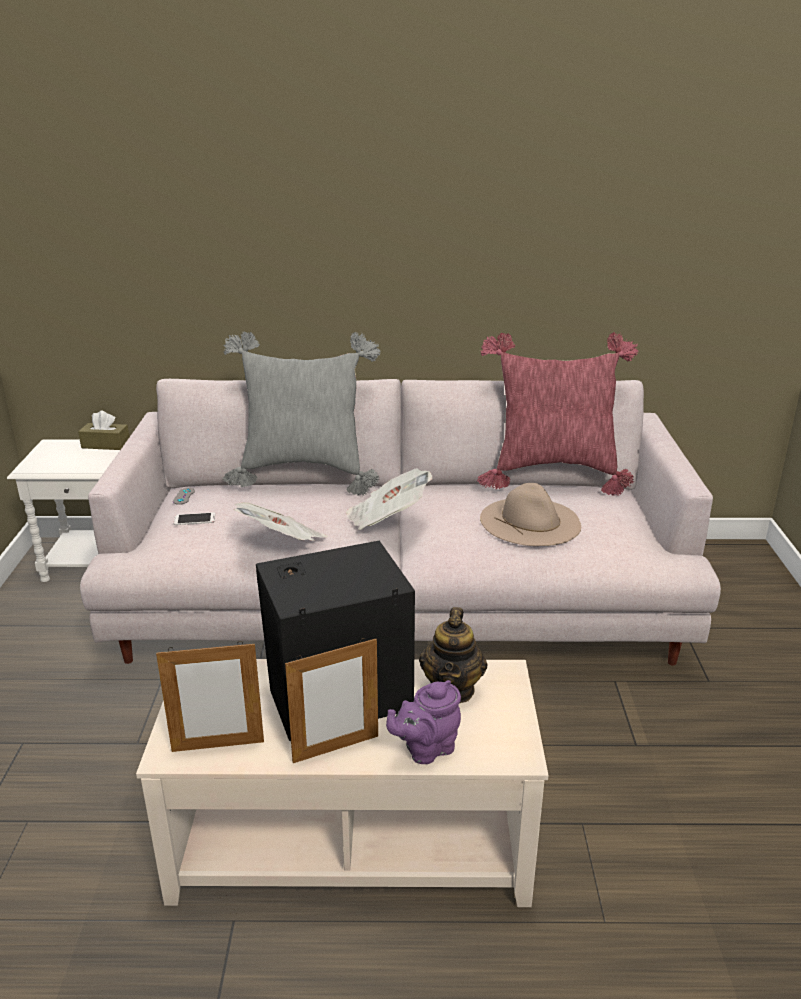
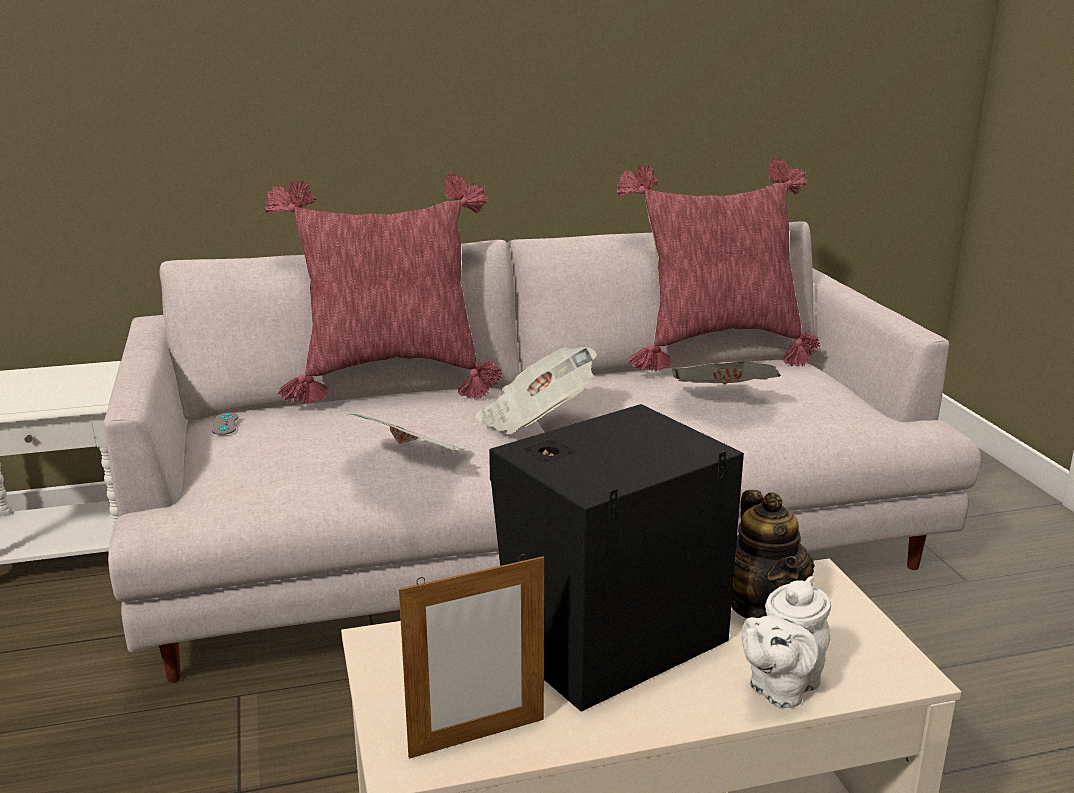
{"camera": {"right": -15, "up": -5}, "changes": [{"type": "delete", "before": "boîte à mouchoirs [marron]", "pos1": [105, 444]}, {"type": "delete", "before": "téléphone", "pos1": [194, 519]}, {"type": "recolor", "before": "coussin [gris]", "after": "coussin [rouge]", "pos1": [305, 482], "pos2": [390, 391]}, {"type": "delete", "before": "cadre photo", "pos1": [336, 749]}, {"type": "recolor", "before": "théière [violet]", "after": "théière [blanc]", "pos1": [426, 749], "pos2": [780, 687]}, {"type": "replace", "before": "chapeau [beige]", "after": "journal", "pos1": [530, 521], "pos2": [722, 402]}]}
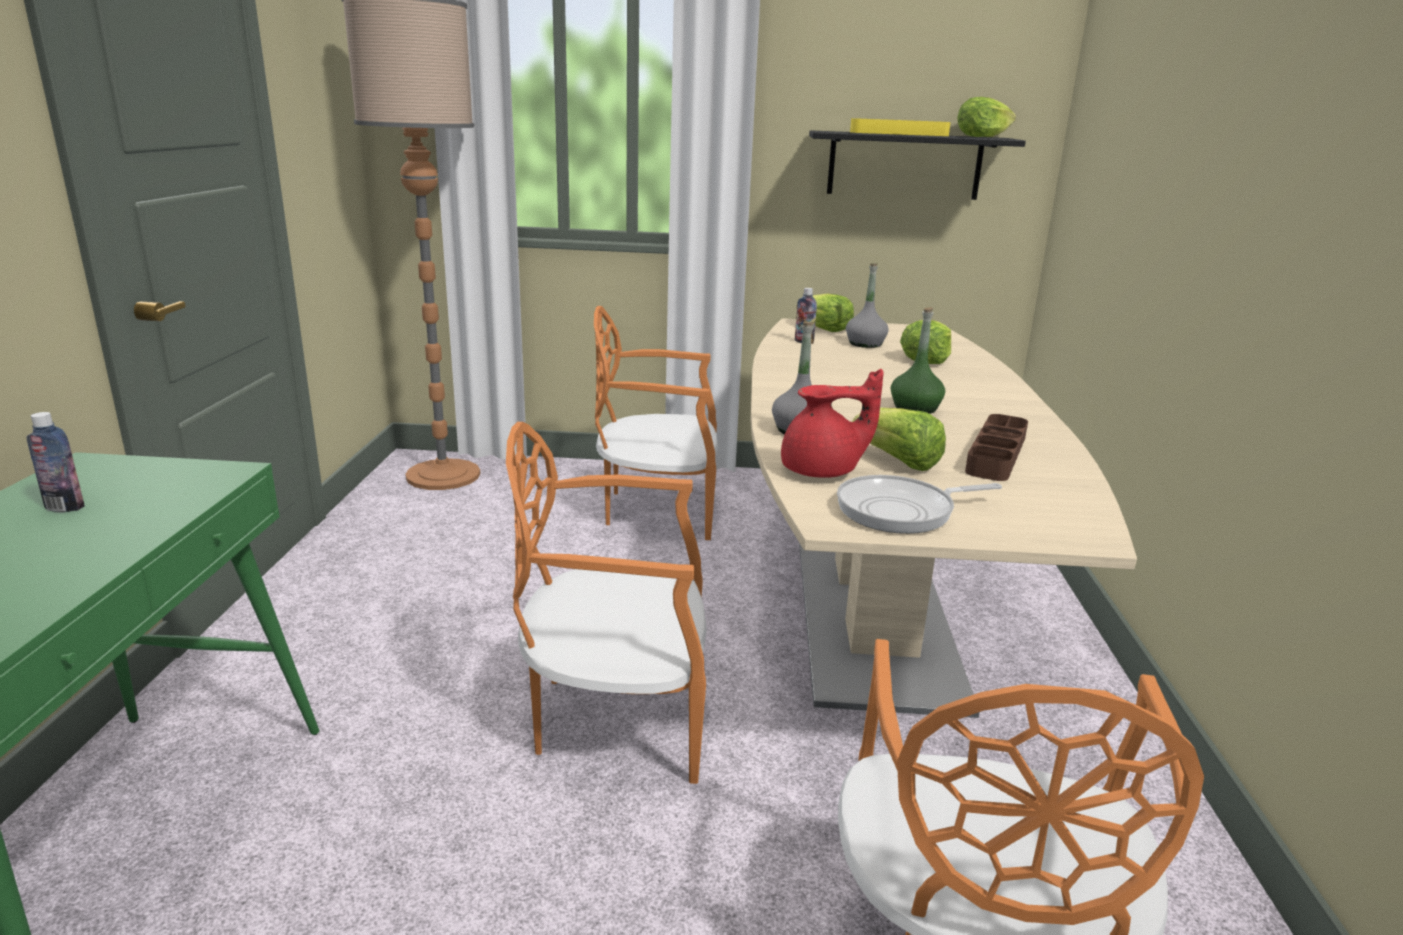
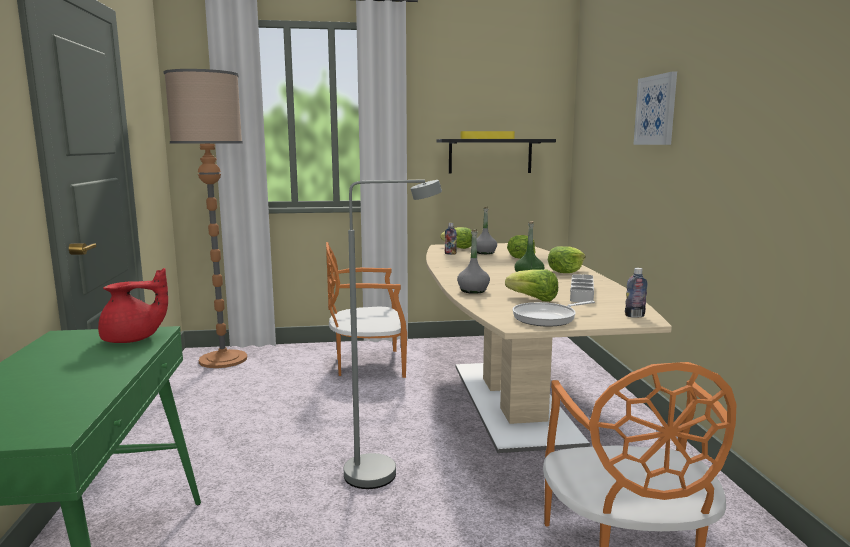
{"camera": {"right": -10, "up": -10}, "changes": [{"type": "move", "before": "bouteille", "pos1": [64, 507], "pos2": [634, 316]}, {"type": "replace", "before": "chaise [orange]", "after": "lampadaire [gris]", "pos1": [616, 716], "pos2": [384, 472]}, {"type": "move", "before": "théière [rouge]", "pos1": [823, 471], "pos2": [133, 339]}, {"type": "move", "before": "laitue", "pos1": [982, 137], "pos2": [565, 271]}, {"type": "recolor", "before": "plateau [marron]", "after": "plateau [gris]", "pos1": [996, 454], "pos2": [581, 292]}, {"type": "insert", "after": "tableau", "pos2": [656, 110]}]}
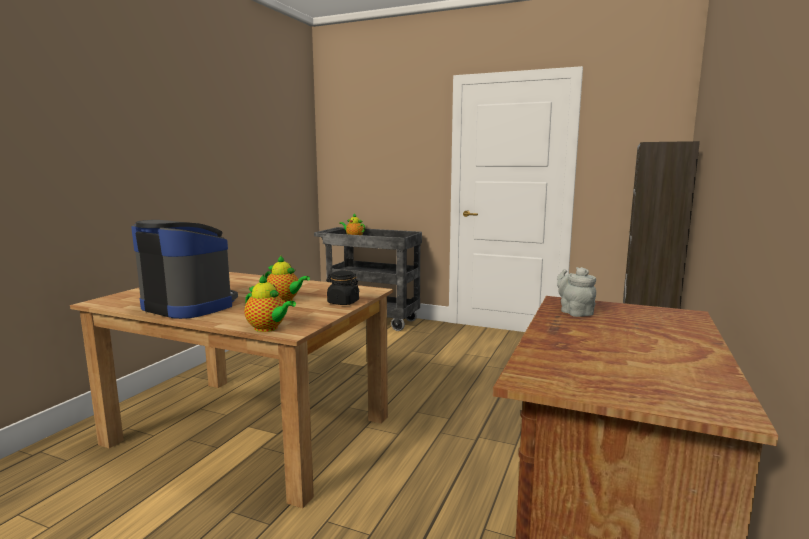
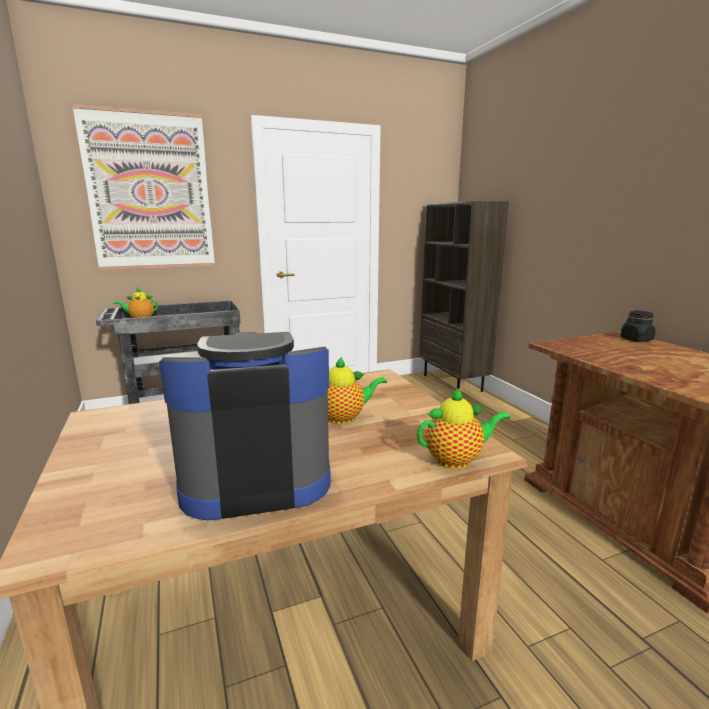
{"camera": {"right": -45, "up": 5}, "changes": [{"type": "move", "before": "bocal [noir]", "pos1": [343, 302], "pos2": [636, 339]}, {"type": "delete", "before": "théière [gris]", "pos1": [574, 312]}, {"type": "insert", "after": "tableau", "pos2": [150, 192]}]}
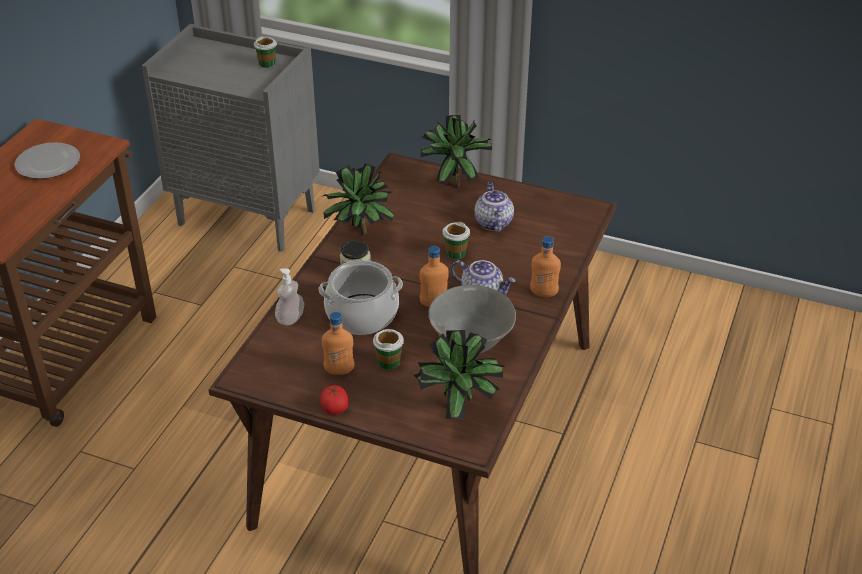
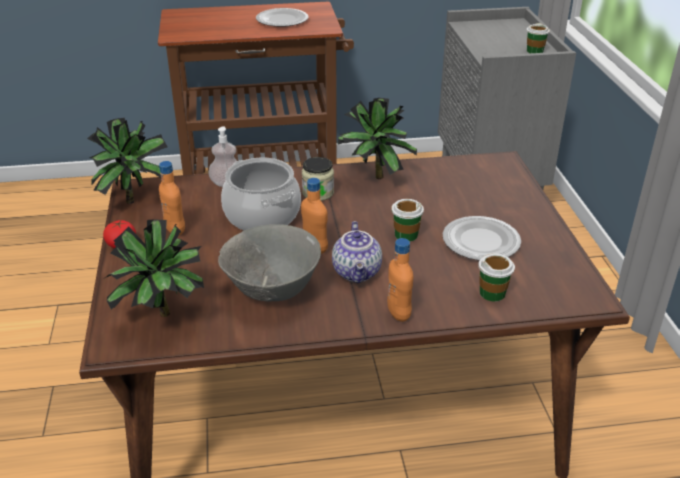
{"camera": {"right": 60, "up": -5}, "changes": [{"type": "move", "before": "tasse", "pos1": [388, 362], "pos2": [492, 293]}, {"type": "move", "before": "plante en pot", "pos1": [453, 182], "pos2": [134, 199]}, {"type": "replace", "before": "théière", "after": "assiette", "pos1": [493, 222], "pos2": [481, 241]}]}
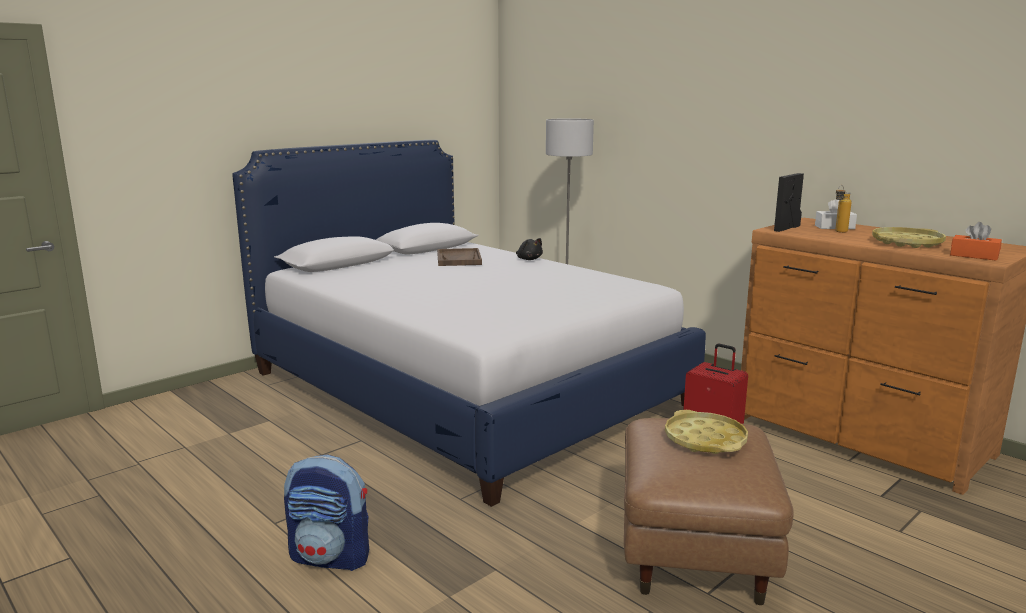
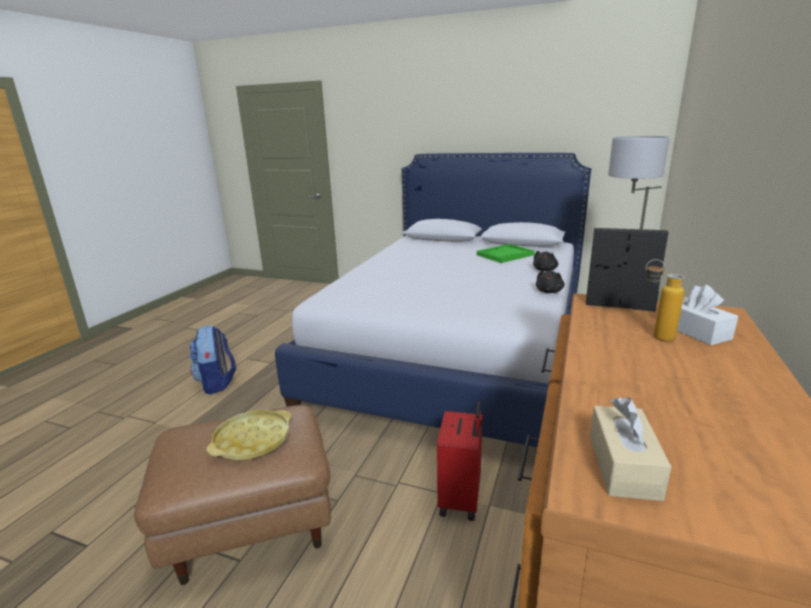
{"camera": {"right": 65, "up": 5}, "changes": [{"type": "recolor", "before": "plateau [marron]", "after": "plateau [vert]", "pos1": [459, 259], "pos2": [505, 255]}, {"type": "delete", "before": "plateau [jaune]", "pos1": [907, 243]}, {"type": "recolor", "before": "boîte à mouchoirs [orange]", "after": "boîte à mouchoirs [beige]", "pos1": [974, 256], "pos2": [623, 465]}, {"type": "insert", "after": "peluche [noir]", "pos2": [549, 291]}]}
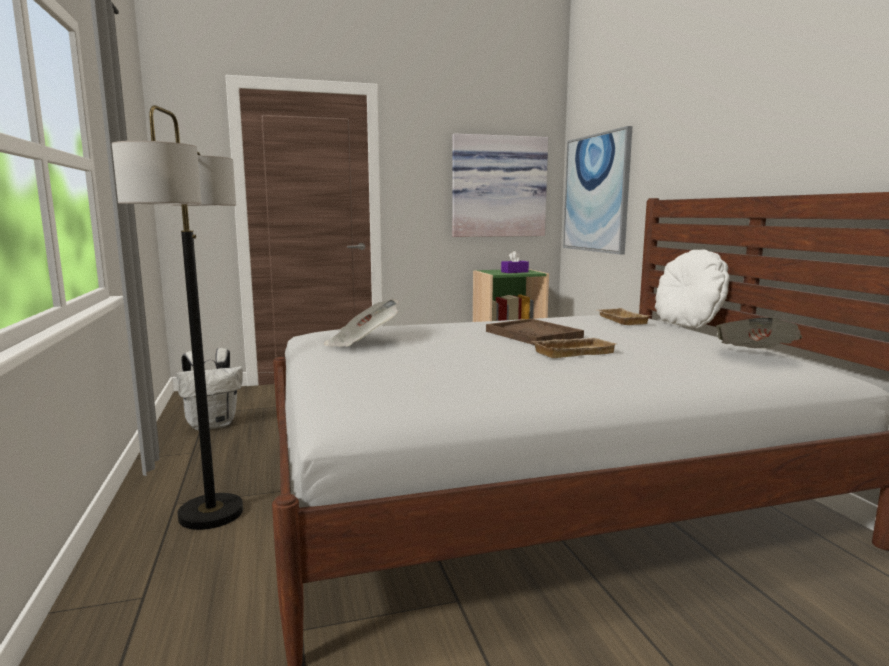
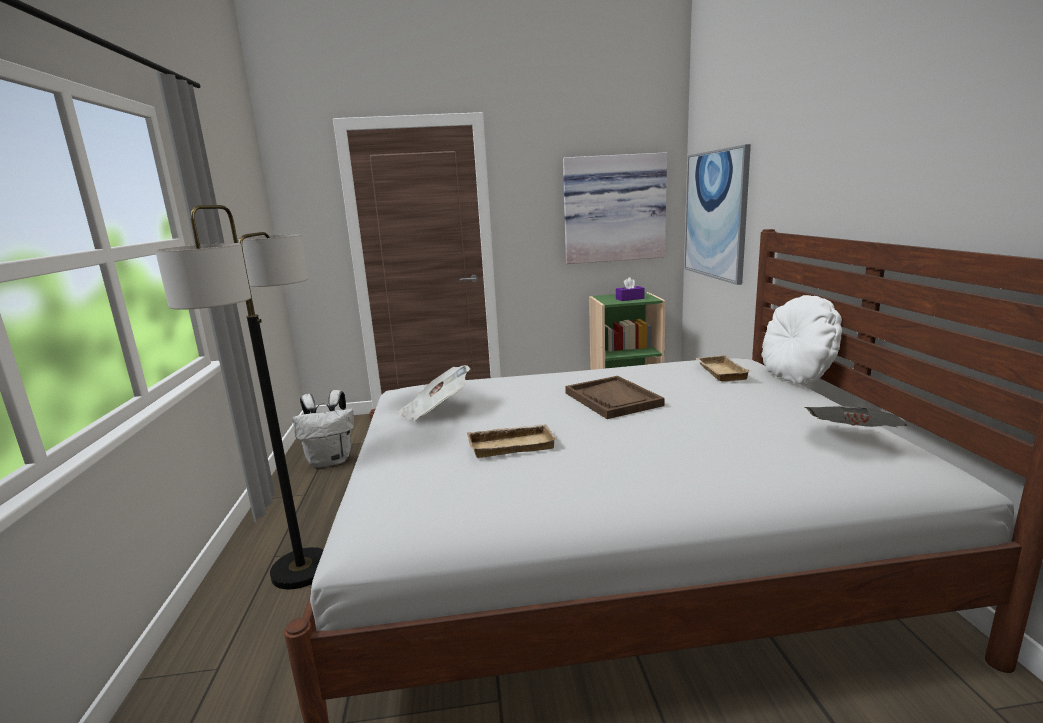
{"camera": {"right": 10, "up": 5}, "changes": [{"type": "move", "before": "plateau [beige]", "pos1": [573, 352], "pos2": [512, 445]}]}
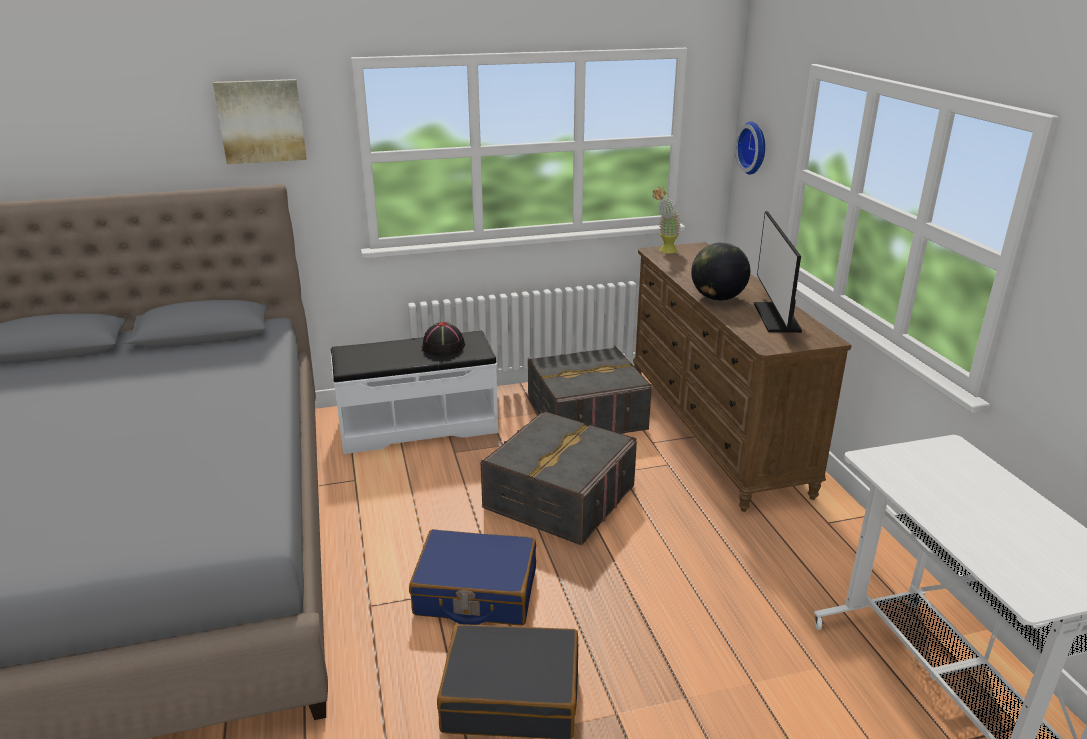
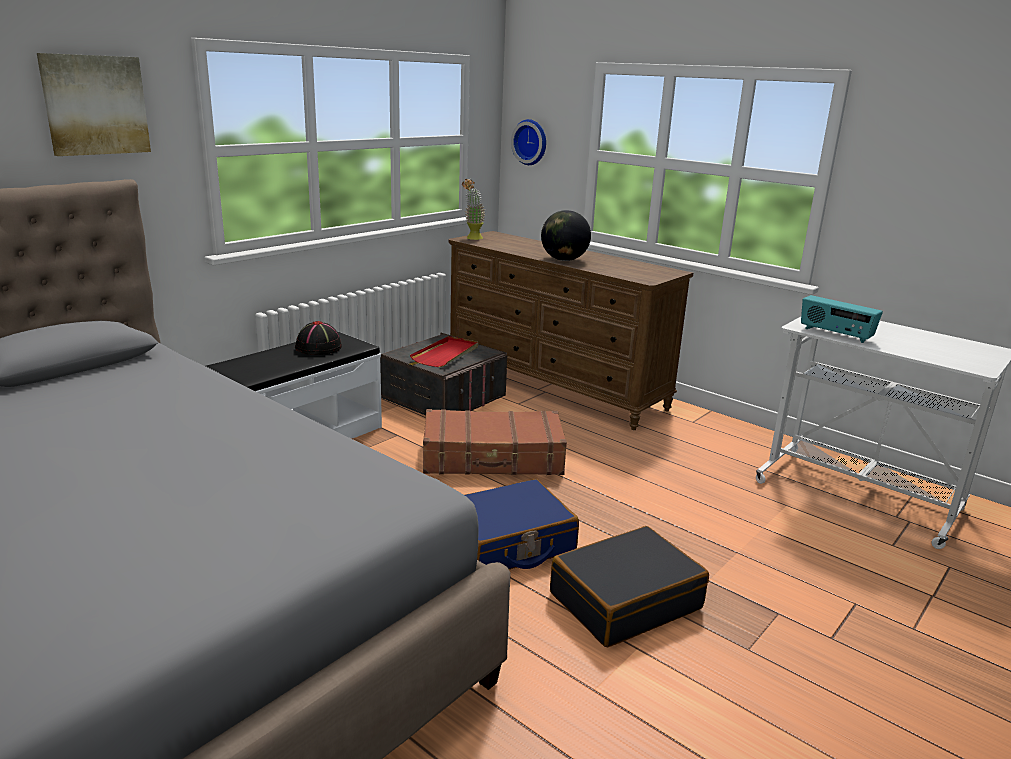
{"camera": {"right": -35, "up": -5}, "changes": [{"type": "replace", "before": "boîte de rangement [gris]", "after": "valise [marron]", "pos1": [560, 497], "pos2": [493, 458]}, {"type": "delete", "before": "écran d'ordinateur", "pos1": [777, 318]}, {"type": "insert", "after": "plateau [rouge]", "pos2": [446, 354]}, {"type": "insert", "after": "radio", "pos2": [835, 334]}]}
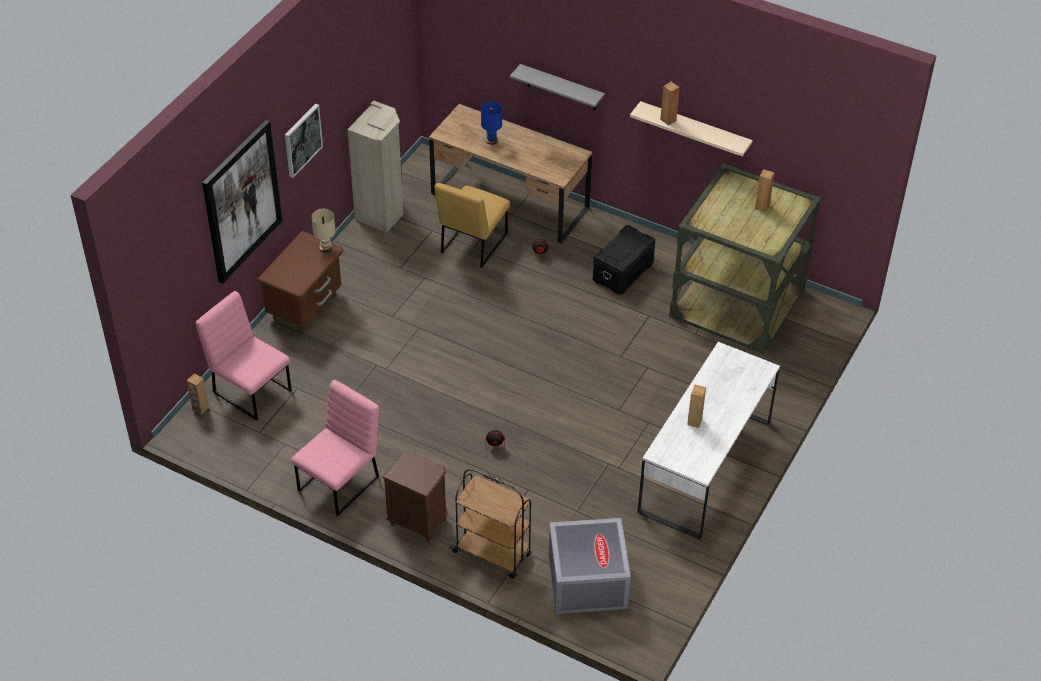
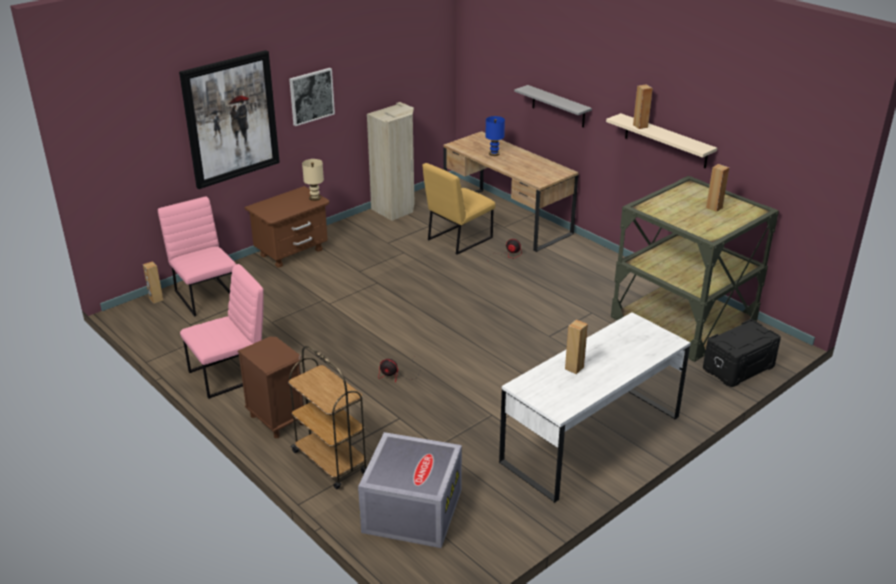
{"camera": {"right": 20, "up": -15}, "changes": [{"type": "move", "before": "boîte de rangement [noir]", "pos1": [623, 272], "pos2": [739, 368]}]}
